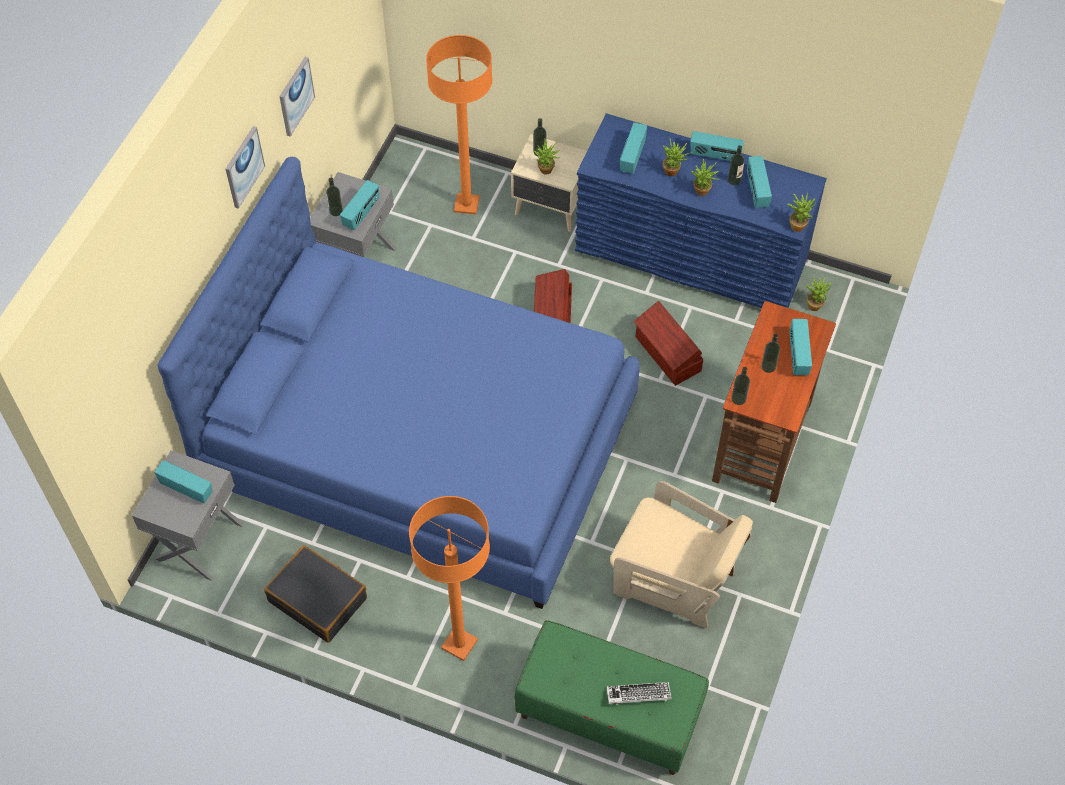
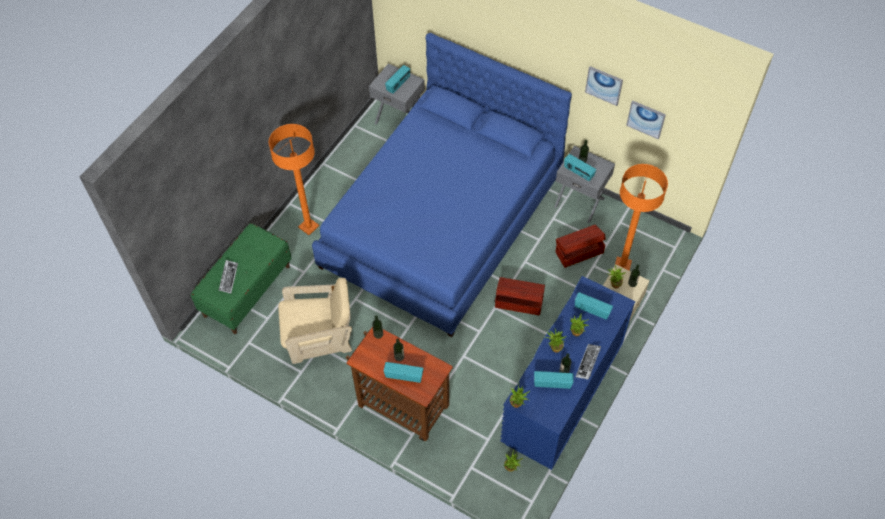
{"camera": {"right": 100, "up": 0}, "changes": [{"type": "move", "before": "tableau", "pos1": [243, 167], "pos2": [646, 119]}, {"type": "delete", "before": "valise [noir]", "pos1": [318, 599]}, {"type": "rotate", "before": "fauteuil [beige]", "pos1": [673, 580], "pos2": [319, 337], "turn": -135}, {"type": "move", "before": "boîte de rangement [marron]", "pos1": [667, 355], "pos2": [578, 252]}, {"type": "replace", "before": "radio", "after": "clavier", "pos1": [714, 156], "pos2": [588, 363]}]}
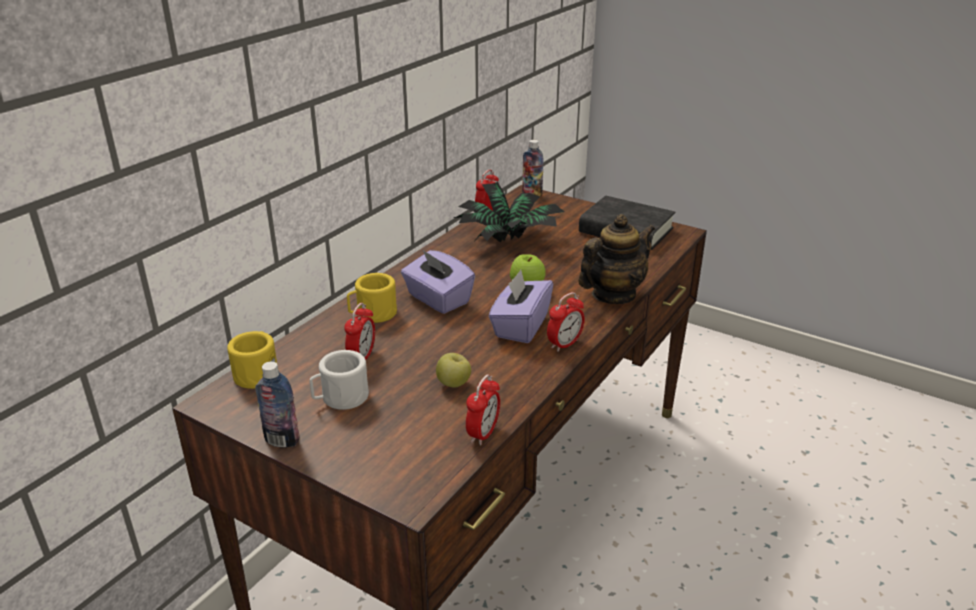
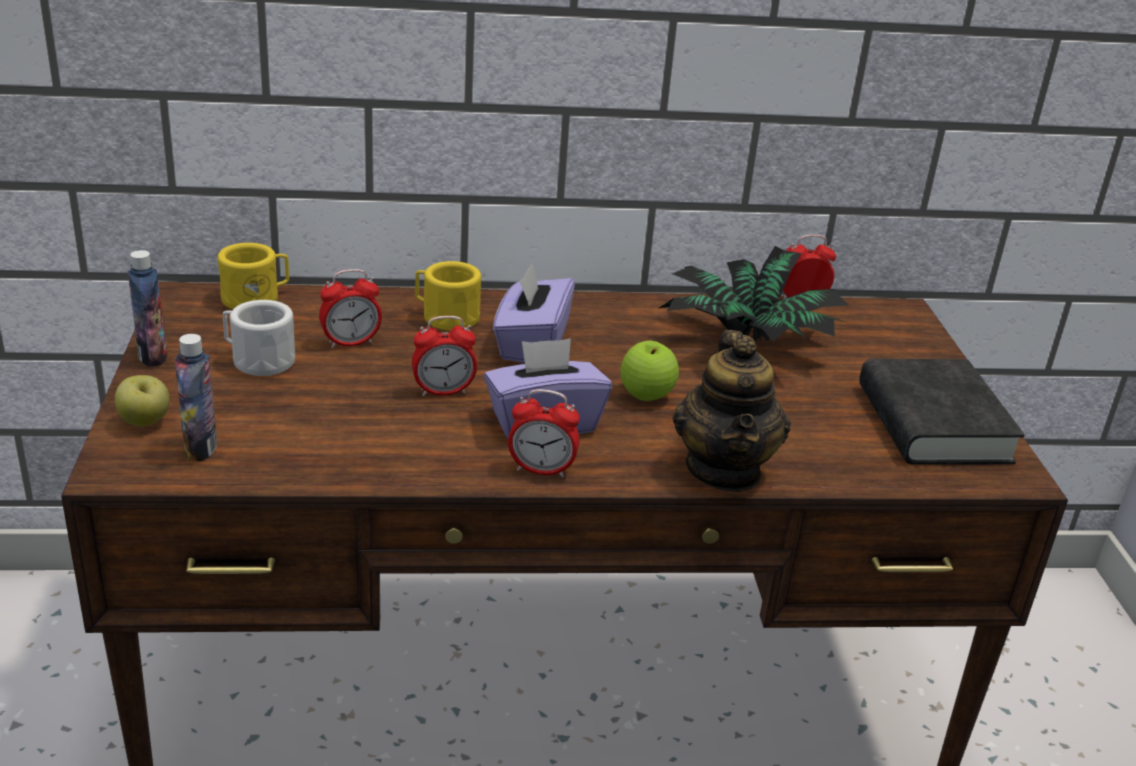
{"camera": {"right": 50, "up": 0}, "changes": [{"type": "move", "before": "pomme", "pos1": [453, 384], "pos2": [145, 422]}, {"type": "move", "before": "réveil", "pos1": [483, 434], "pos2": [443, 392]}, {"type": "move", "before": "bouteille", "pos1": [532, 194], "pos2": [201, 448]}, {"type": "rotate", "before": "théière", "pos1": [613, 295], "pos2": [724, 470], "turn": 75}]}
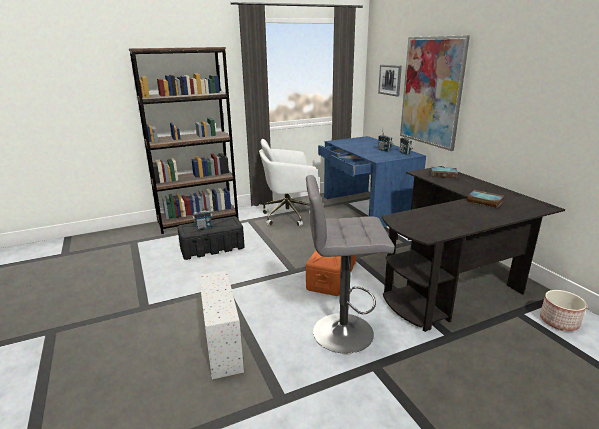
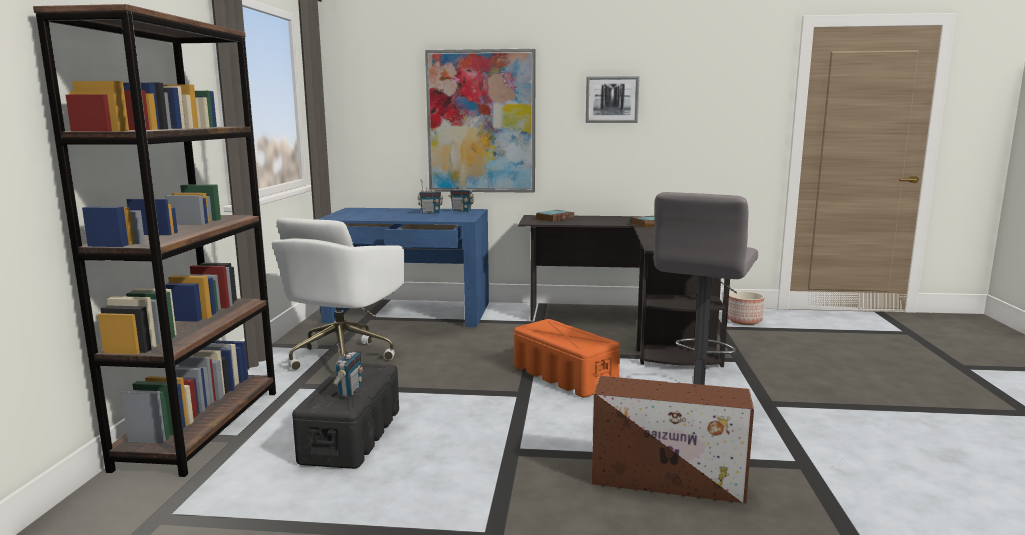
{"camera": {"right": -60, "up": -10}, "changes": [{"type": "recolor", "before": "boîte de rangement [blanc]", "after": "boîte de rangement [marron]", "pos1": [222, 345], "pos2": [670, 481]}, {"type": "move", "before": "tableau", "pos1": [390, 80], "pos2": [612, 99]}]}
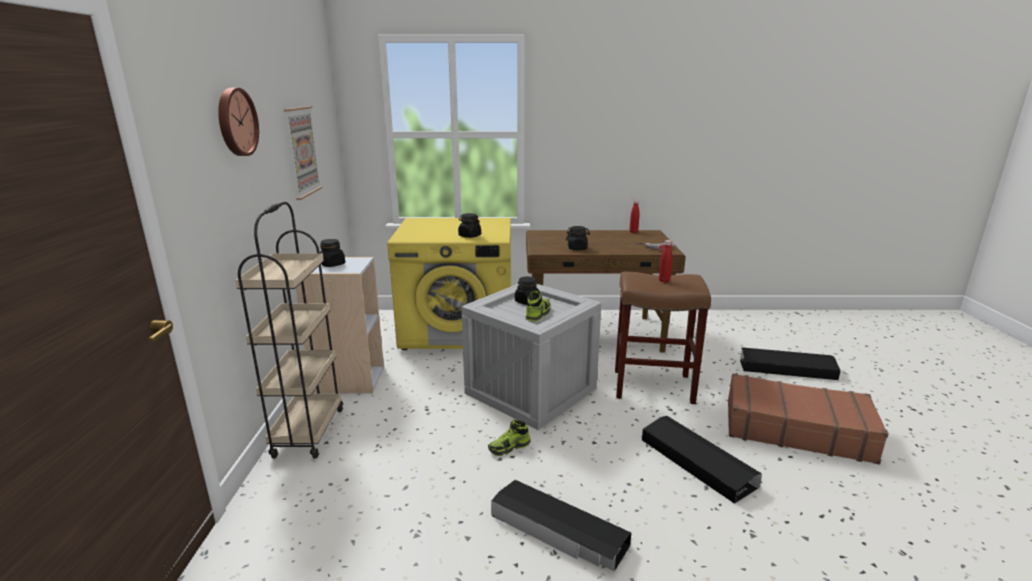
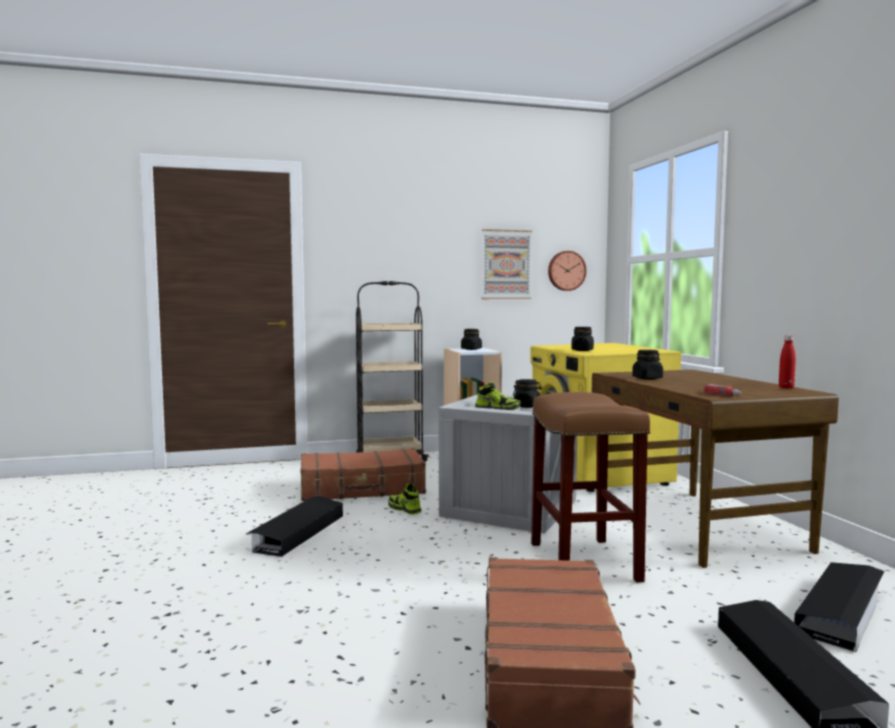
{"camera": {"right": 75, "up": -15}, "changes": [{"type": "move", "before": "horloge murale", "pos1": [235, 122], "pos2": [566, 270]}, {"type": "move", "before": "boîte de rangement [noir]", "pos1": [696, 462], "pos2": [841, 612]}, {"type": "delete", "before": "bouteille [rouge]", "pos1": [664, 281]}, {"type": "insert", "after": "valise [marron]", "pos2": [362, 489]}]}
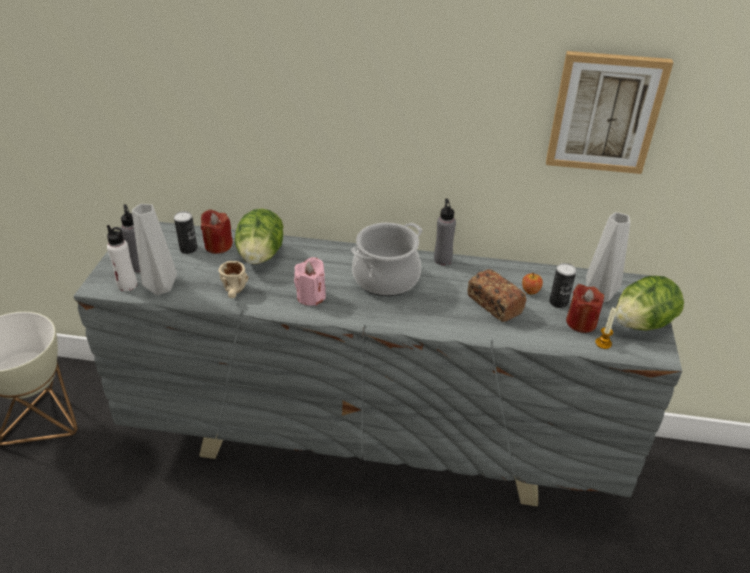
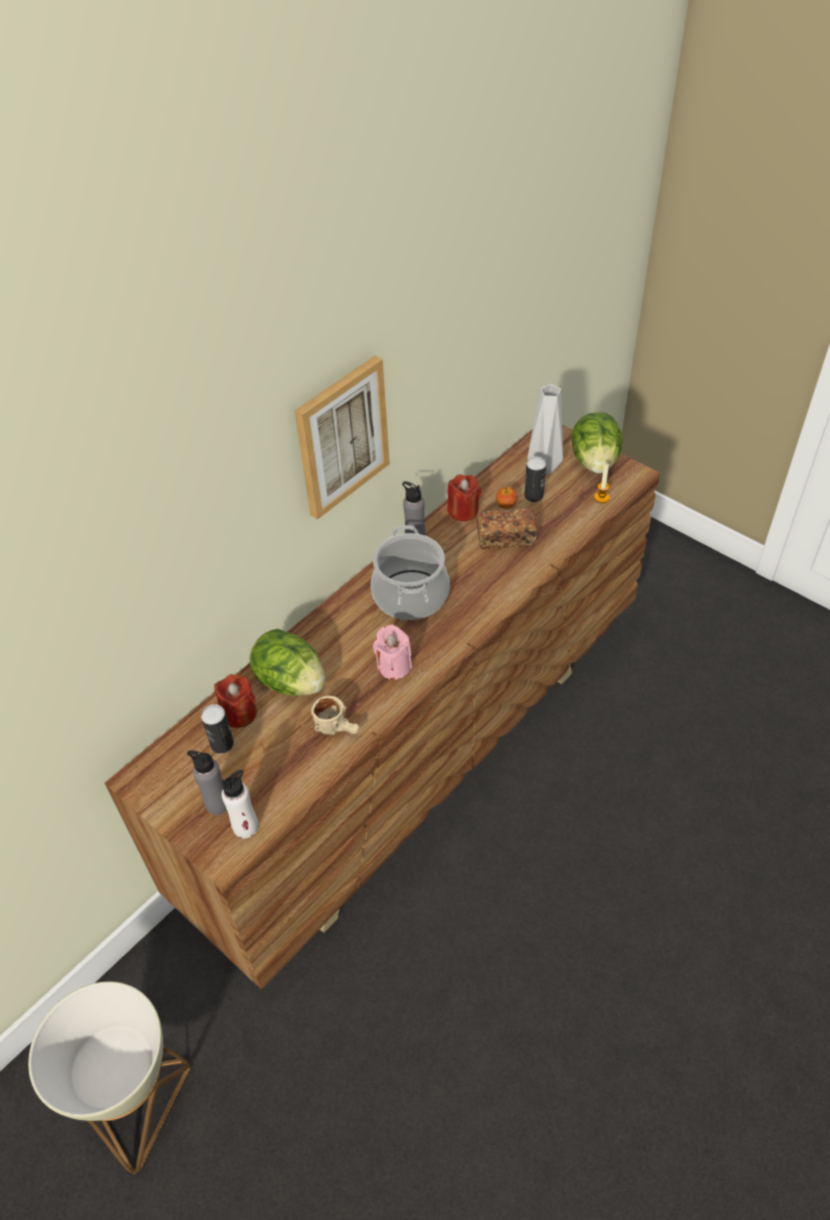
{"camera": {"right": -55, "up": 10}, "changes": [{"type": "recolor", "before": "meuble de rangement [gris]", "after": "meuble de rangement [marron]", "pos1": [373, 445], "pos2": [422, 763]}, {"type": "delete", "before": "vase [gris]", "pos1": [161, 287]}, {"type": "move", "before": "tableau", "pos1": [605, 112], "pos2": [341, 437]}, {"type": "move", "before": "bougie [rouge]", "pos1": [581, 322], "pos2": [463, 511]}]}
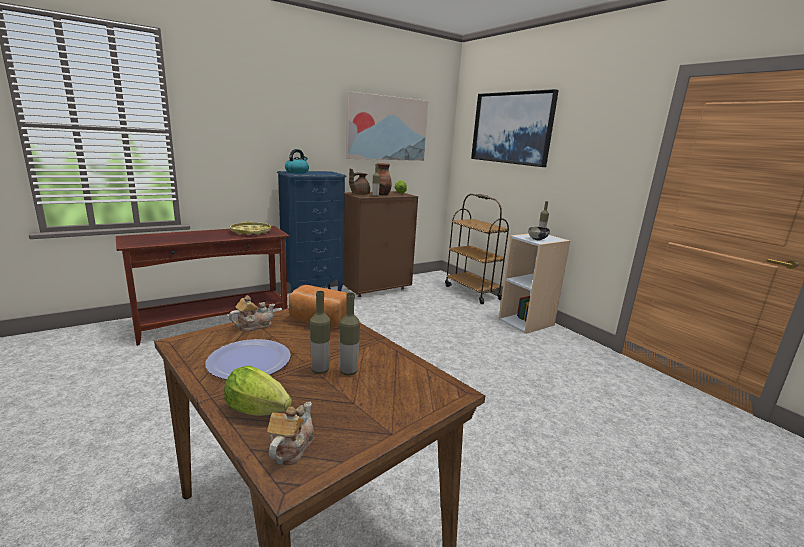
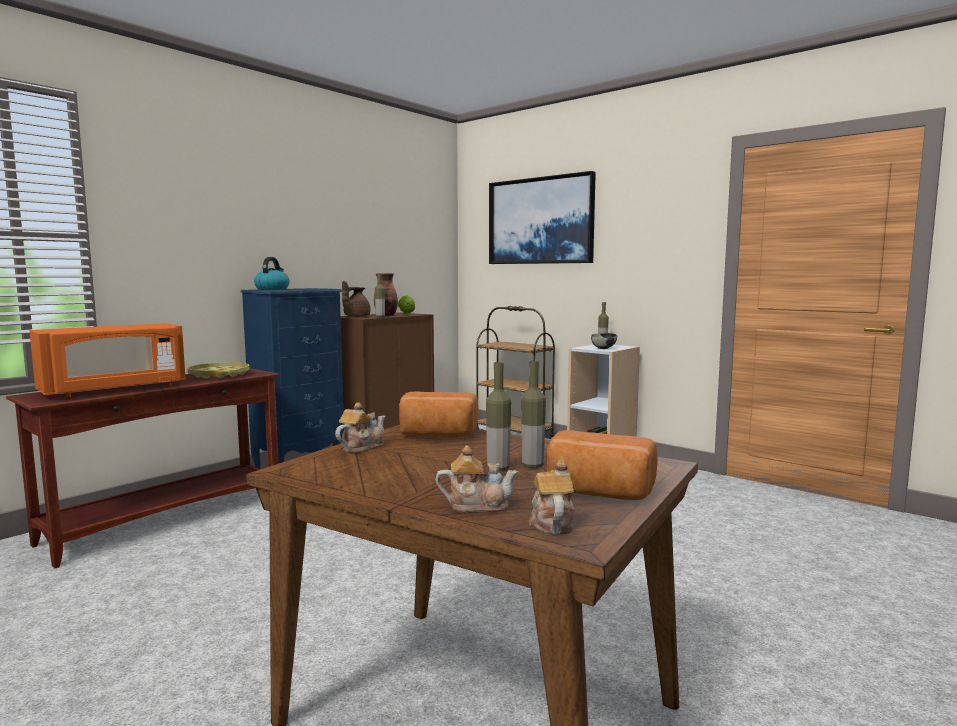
{"camera": {"right": -15, "up": -10}, "changes": [{"type": "delete", "before": "assiette", "pos1": [249, 361]}, {"type": "replace", "before": "laitue", "after": "théière", "pos1": [261, 412], "pos2": [477, 505]}, {"type": "delete", "before": "tableau", "pos1": [387, 128]}, {"type": "insert", "after": "micro-ondes [orange]", "pos2": [115, 389]}, {"type": "insert", "after": "pain", "pos2": [598, 493]}]}
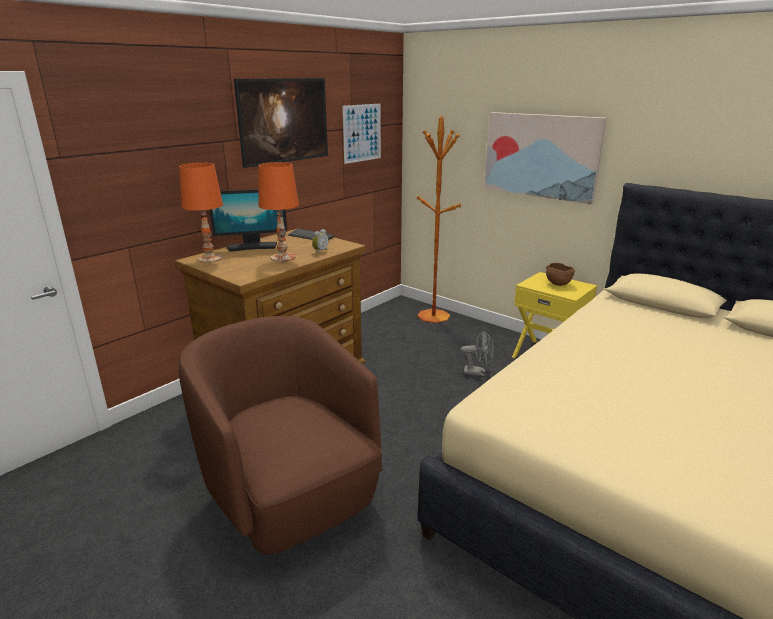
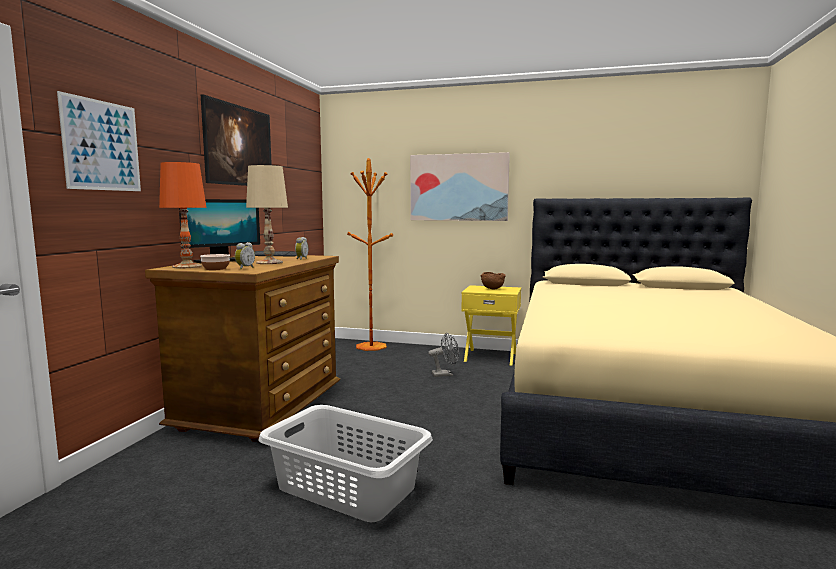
{"camera": {"right": -25, "up": -15}, "changes": [{"type": "replace", "before": "fauteuil [marron]", "after": "panier à linge [gris]", "pos1": [289, 493], "pos2": [346, 487]}, {"type": "recolor", "before": "lampe de table [orange]", "after": "lampe de table [beige]", "pos1": [283, 257], "pos2": [270, 262]}, {"type": "move", "before": "tableau", "pos1": [362, 133], "pos2": [102, 145]}, {"type": "insert", "after": "bol", "pos2": [215, 269]}, {"type": "insert", "after": "réveil", "pos2": [244, 268]}]}
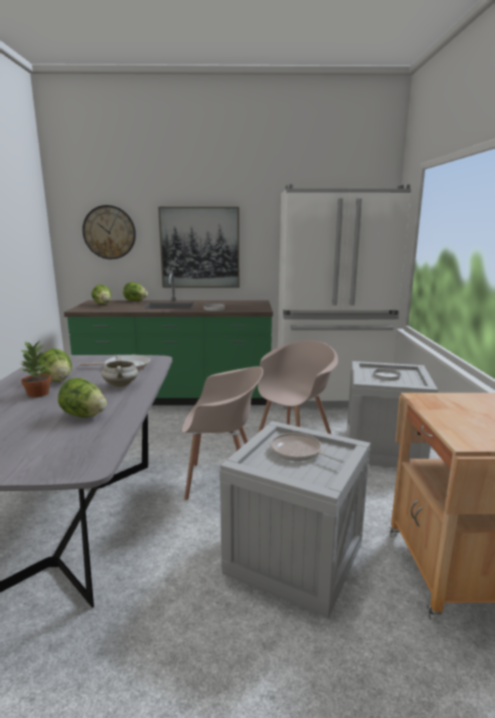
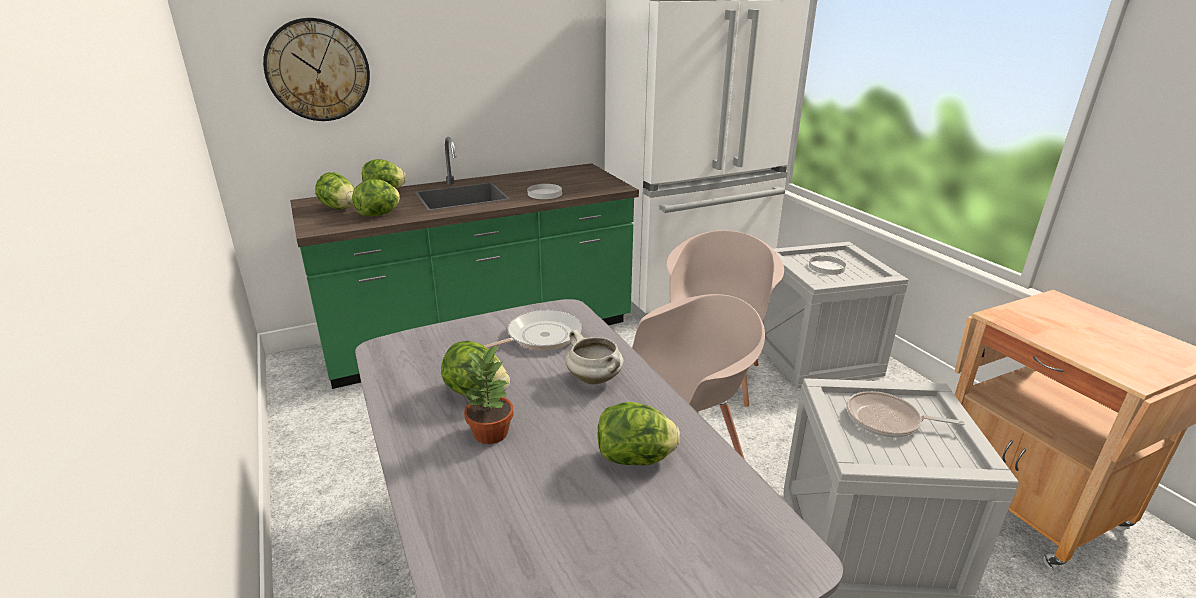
{"camera": {"right": -25, "up": 10}, "changes": [{"type": "delete", "before": "tableau", "pos1": [200, 248]}, {"type": "insert", "after": "laitue", "pos2": [379, 214]}]}
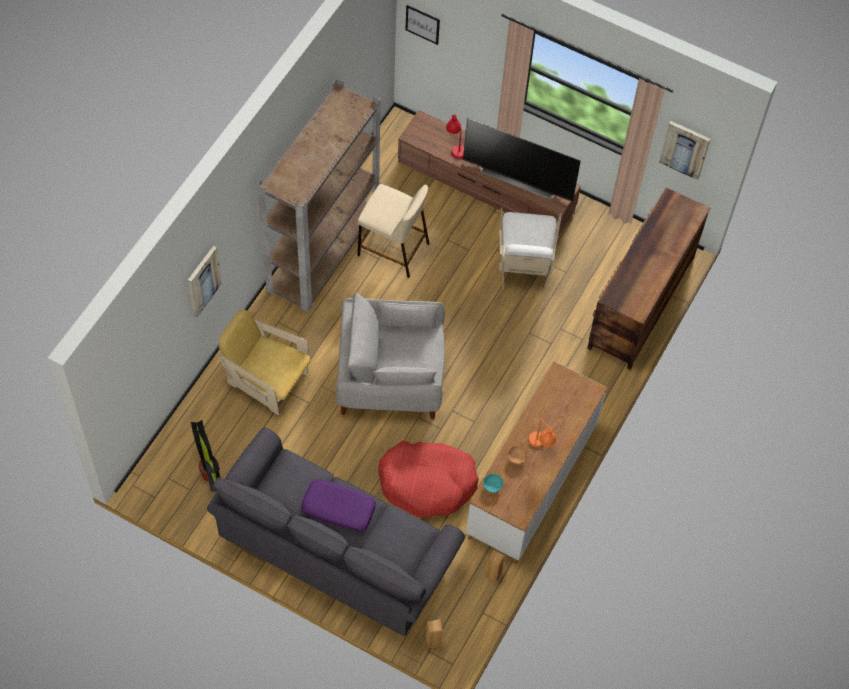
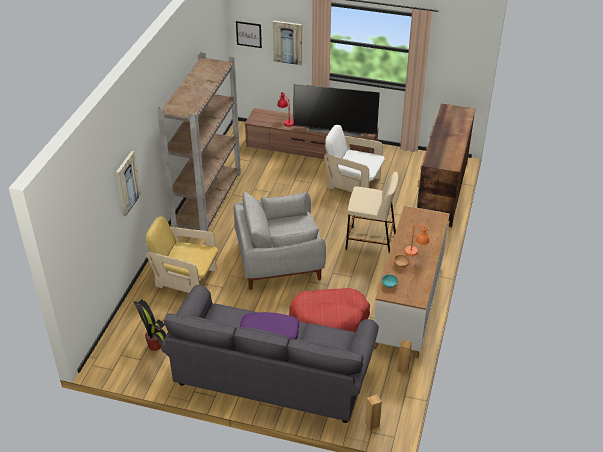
{"camera": {"right": -10, "up": -20}, "changes": [{"type": "move", "before": "tabouret [beige]", "pos1": [392, 249], "pos2": [370, 241]}, {"type": "rotate", "before": "fauteuil [blanc]", "pos1": [524, 265], "pos2": [353, 184], "turn": 120}, {"type": "move", "before": "tableau", "pos1": [685, 149], "pos2": [288, 42]}]}
